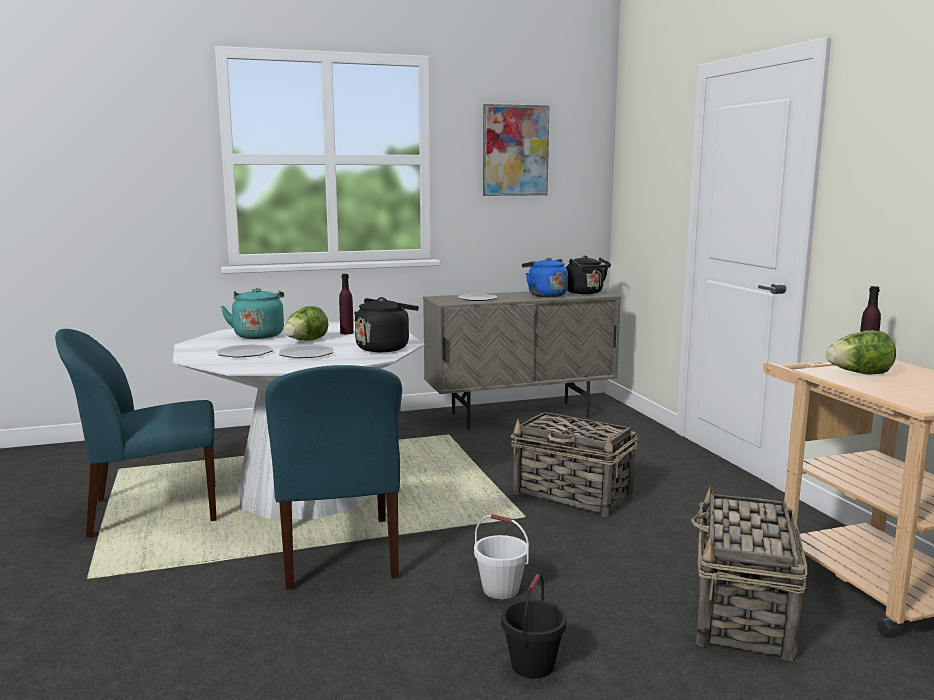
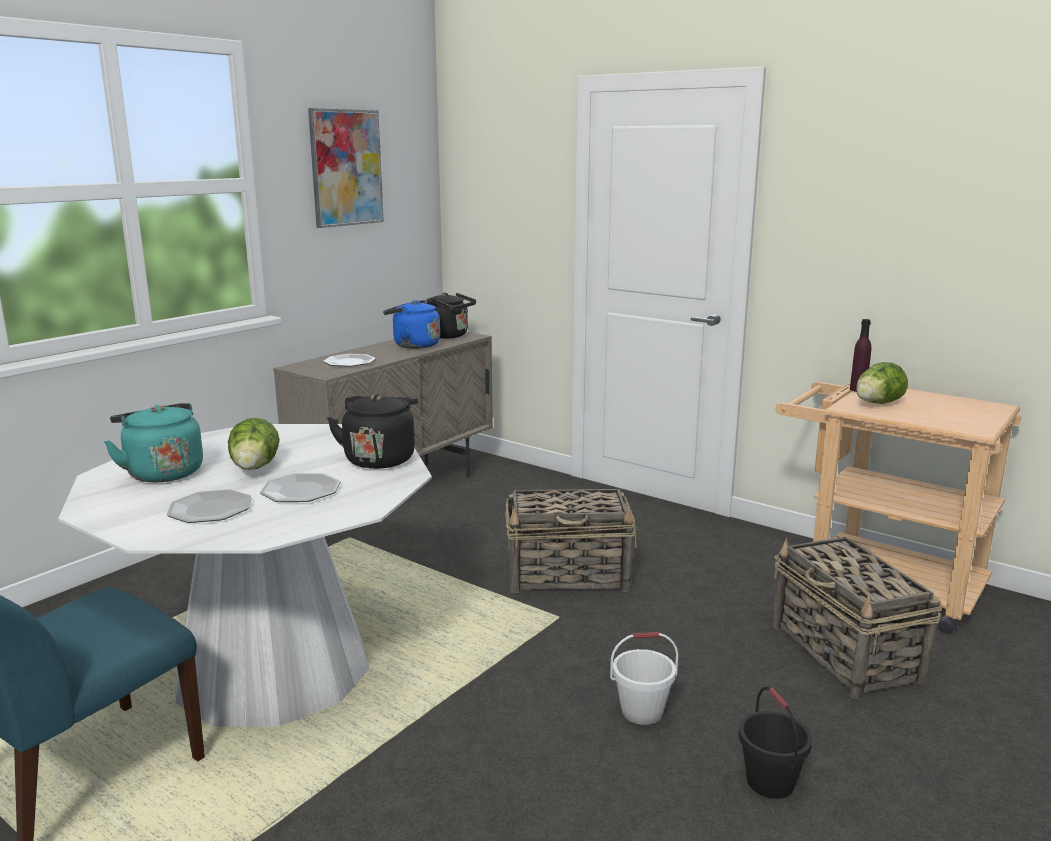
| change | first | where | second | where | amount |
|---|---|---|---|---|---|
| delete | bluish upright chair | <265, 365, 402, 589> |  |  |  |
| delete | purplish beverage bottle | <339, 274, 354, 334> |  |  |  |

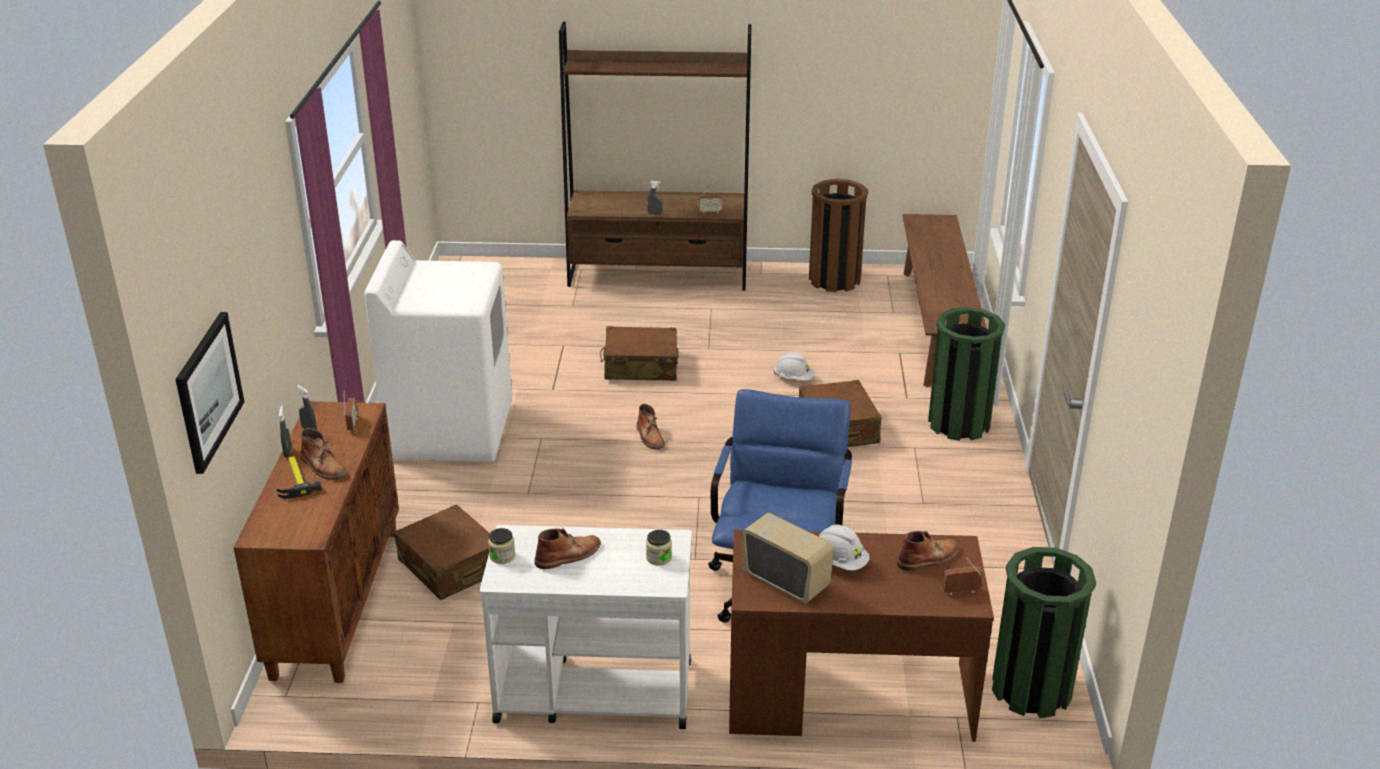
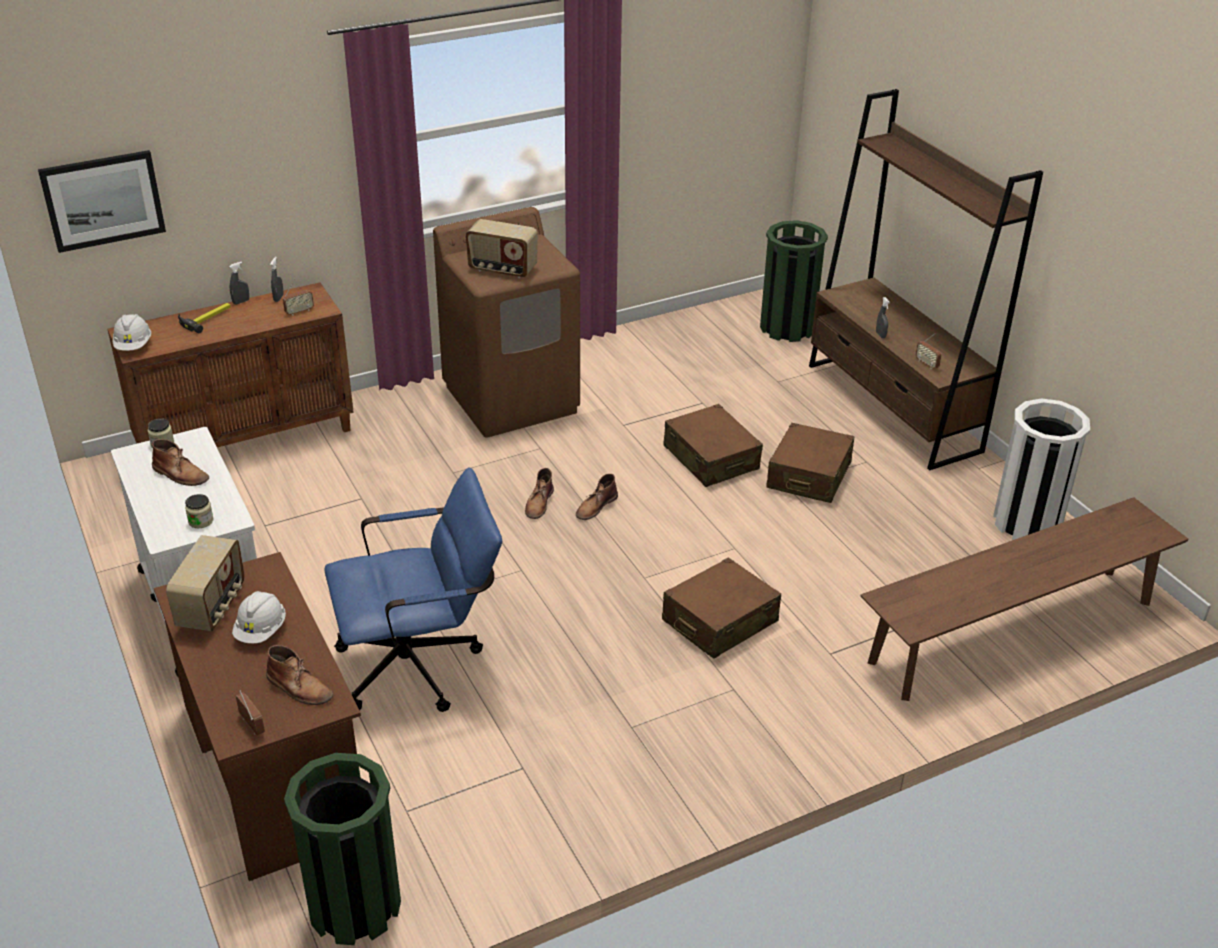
| change | first | where | second | where | amount |
|---|---|---|---|---|---|
| insert |  |  | radio receiver | <466, 219, 538, 278> |  |
| move | brown boot | <300, 428, 347, 480> |  | <525, 468, 554, 519> |  |
| move | brown suitcase | <394, 504, 490, 600> |  | <766, 423, 854, 503> |  |
| move | white-coloured hard hat | <773, 352, 814, 380> |  | <113, 314, 151, 351> |  |
| move | greenish trash can | <928, 307, 1005, 441> |  | <760, 220, 828, 342> |  |
| recolor | white-coloured laundry appliance | <365, 240, 512, 462> | brown laundry appliance | <433, 207, 580, 438> |  |
| recolor | brown trash can | <809, 179, 868, 292> | white-coloured trash can | <993, 399, 1090, 540> |  |

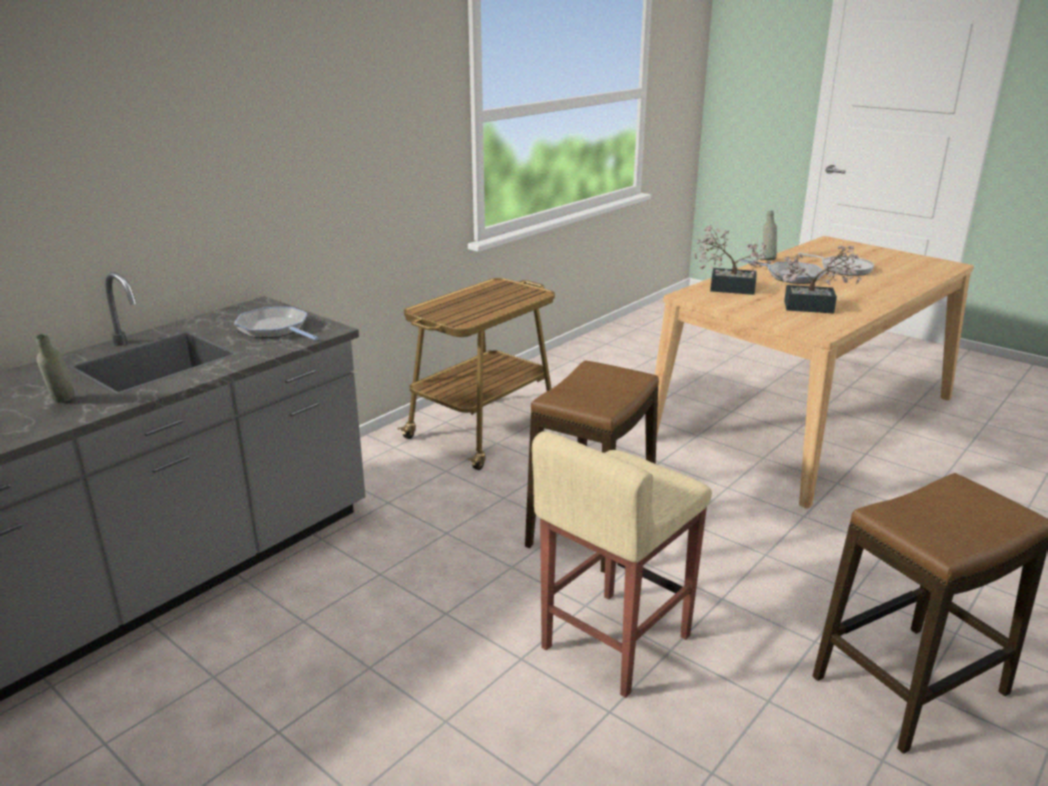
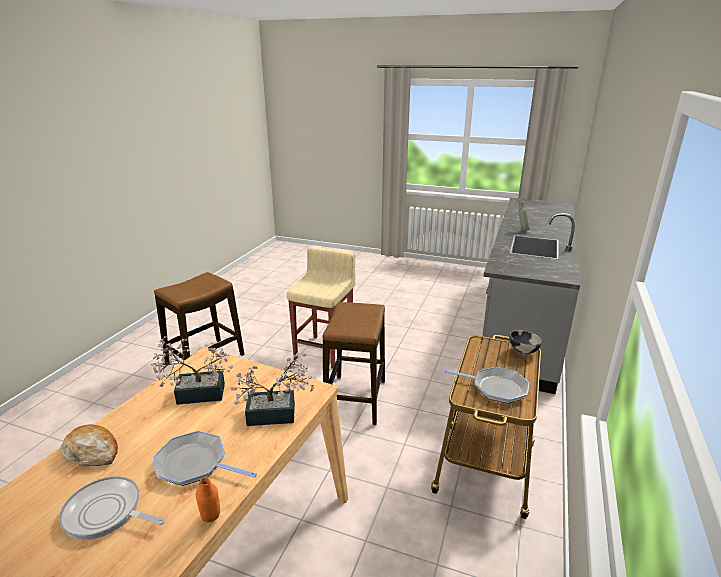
| change | first | where | second | where | amount |
|---|---|---|---|---|---|
| insert |  |  | bakery bread | <60, 424, 118, 466> |  |
| insert |  |  | bowl | <509, 330, 542, 354> |  |
| move | skillet | <234, 307, 319, 340> |  | <444, 367, 529, 403> |  |
| recolor | greyish beverage bottle | <763, 211, 777, 260> | orange-coloured beverage bottle | <196, 477, 220, 522> |  |

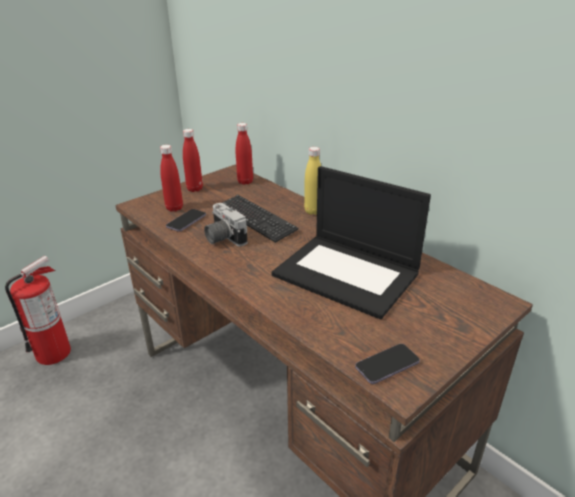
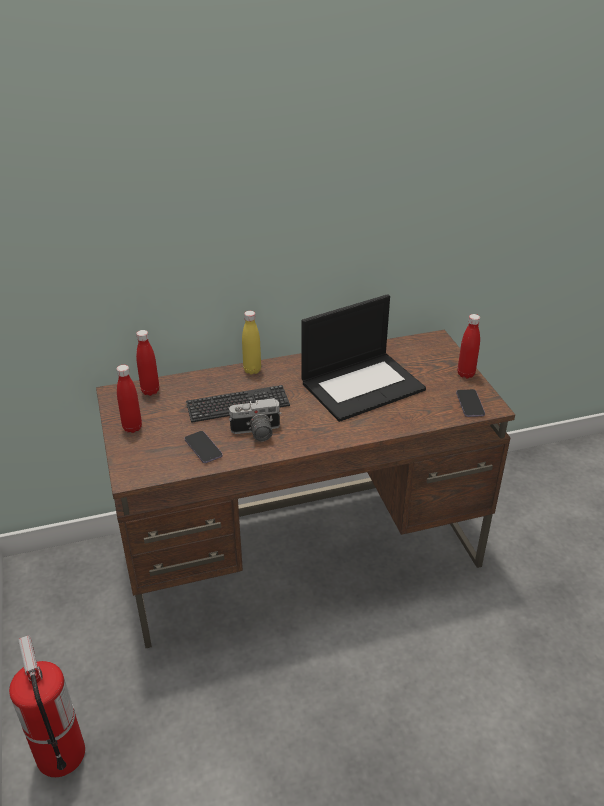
| change | first | where | second | where | amount |
|---|---|---|---|---|---|
| move | red-coloured beverage bottle | <160, 145, 183, 212> |  | <457, 314, 480, 378> |  |

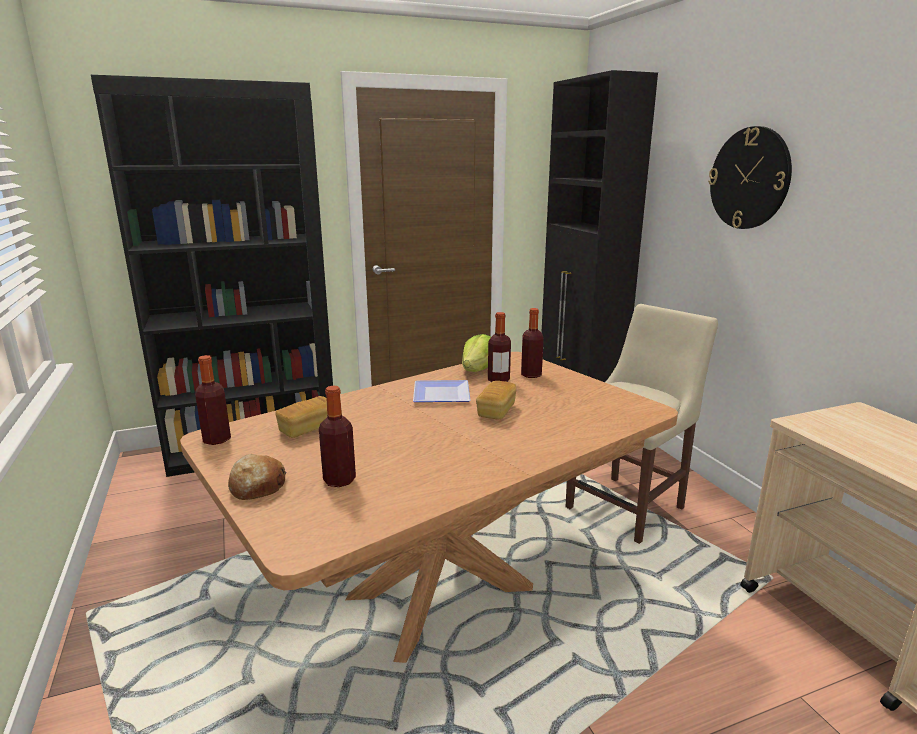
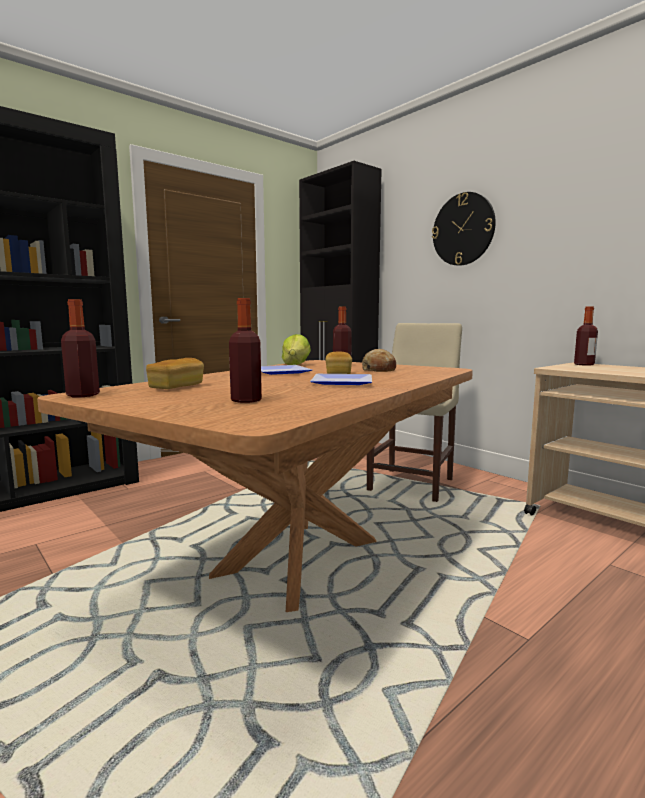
| change | first | where | second | where | amount |
|---|---|---|---|---|---|
| insert |  |  | plate | <310, 374, 372, 385> |  |
| move | bakery bread | <228, 454, 287, 500> |  | <362, 349, 396, 372> |  |
| move | beverage bottle | <488, 312, 511, 382> |  | <574, 306, 598, 366> |  |

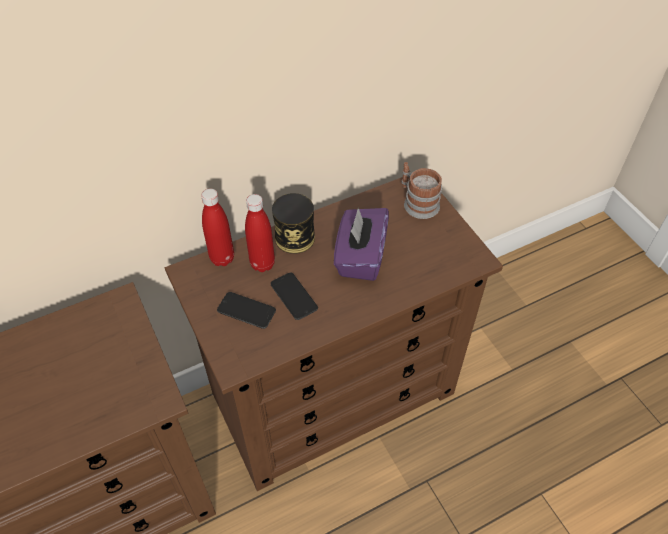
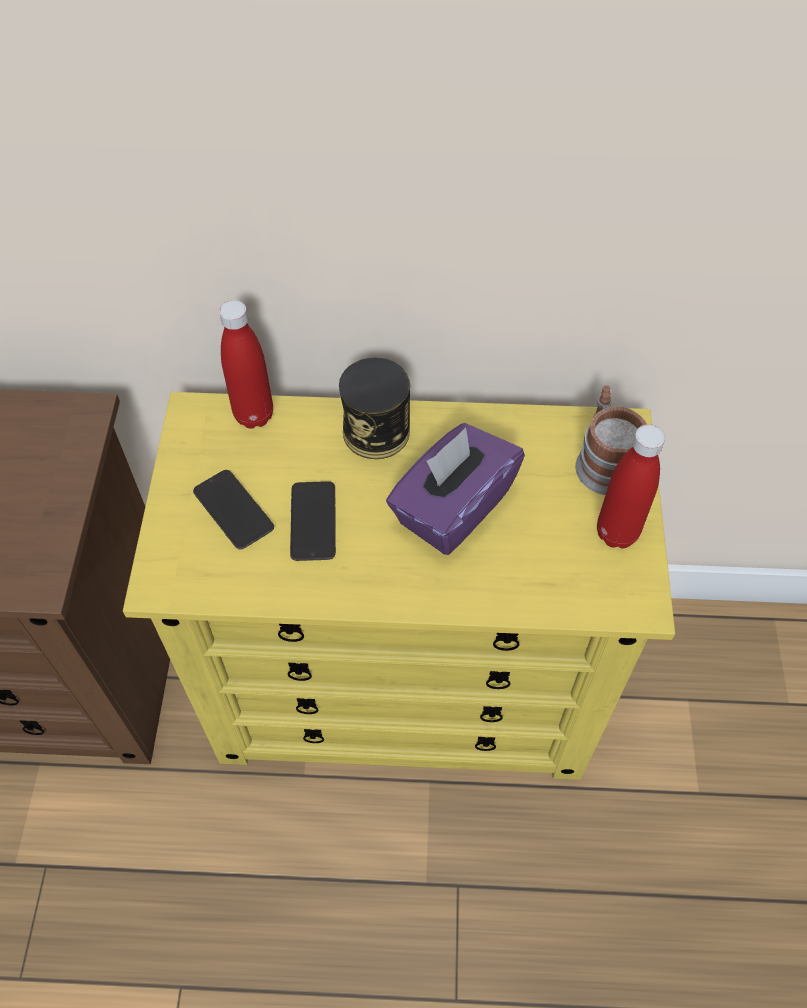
| change | first | where | second | where | amount |
|---|---|---|---|---|---|
| move | red-coloured beverage bottle | <245, 194, 275, 272> |  | <597, 424, 665, 549> |  |
| recolor | brown chest of drawers | <165, 177, 503, 491> | yellowish chest of drawers | <123, 392, 675, 780> |  |

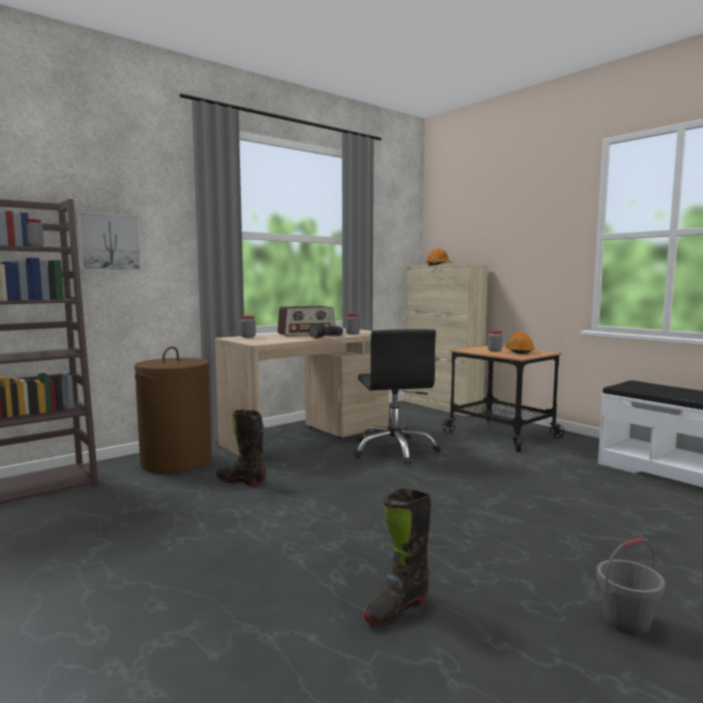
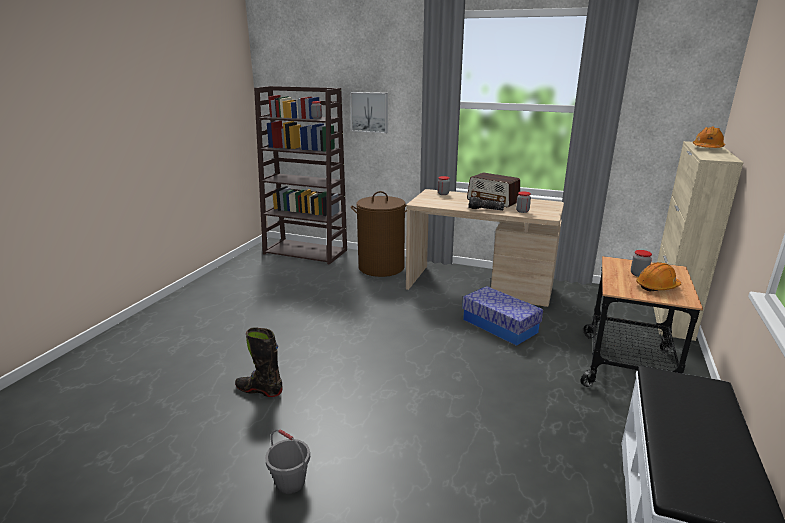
| change | first | where | second | where | amount |
|---|---|---|---|---|---|
| delete | black boot | <216, 410, 266, 485> |  |  |  |
| replace | black computer chair | <354, 329, 441, 465> | storage box | <462, 286, 543, 346> |  |

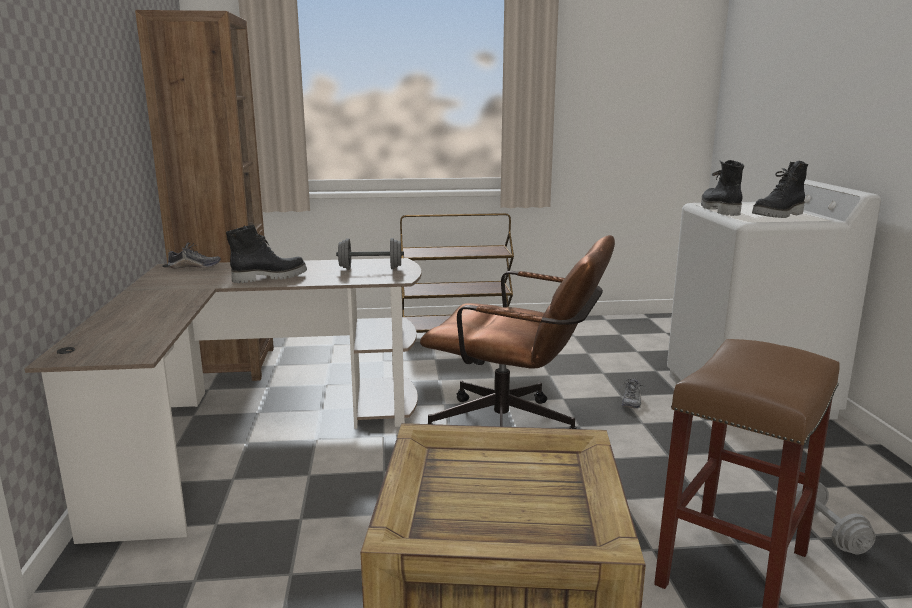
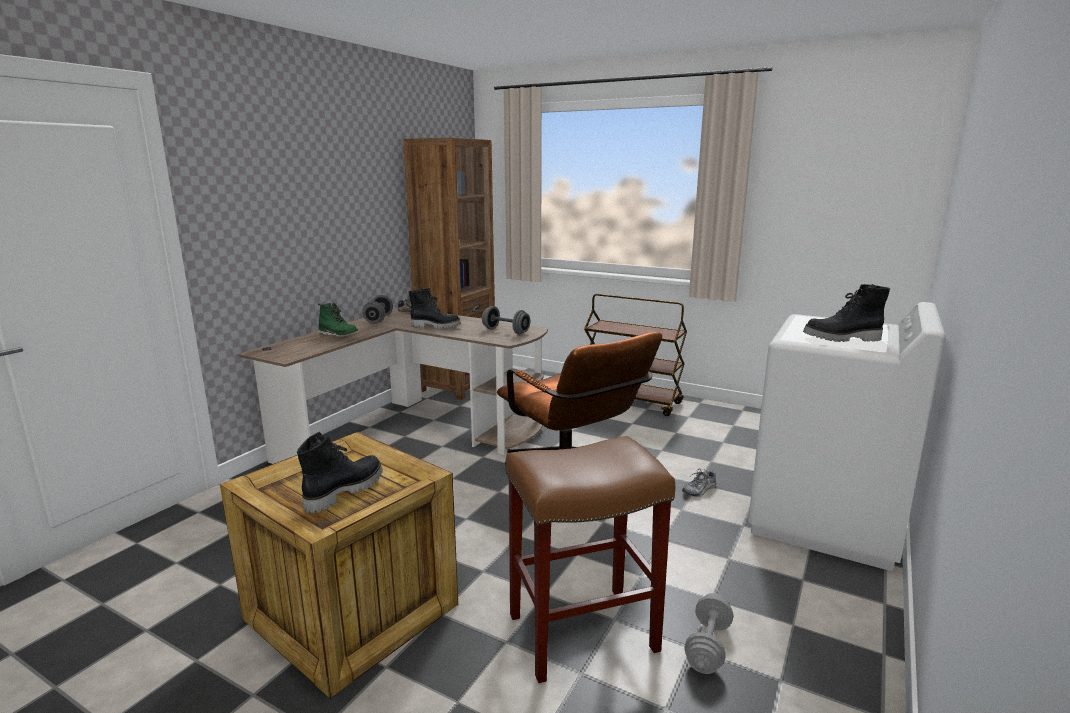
| change | first | where | second | where | amount |
|---|---|---|---|---|---|
| insert |  |  | greenish boot | <318, 303, 358, 337> |  |
| insert |  |  | greyish hand weight | <362, 295, 393, 324> |  |
| move | black boot | <701, 160, 744, 216> |  | <297, 432, 383, 513> |  |

